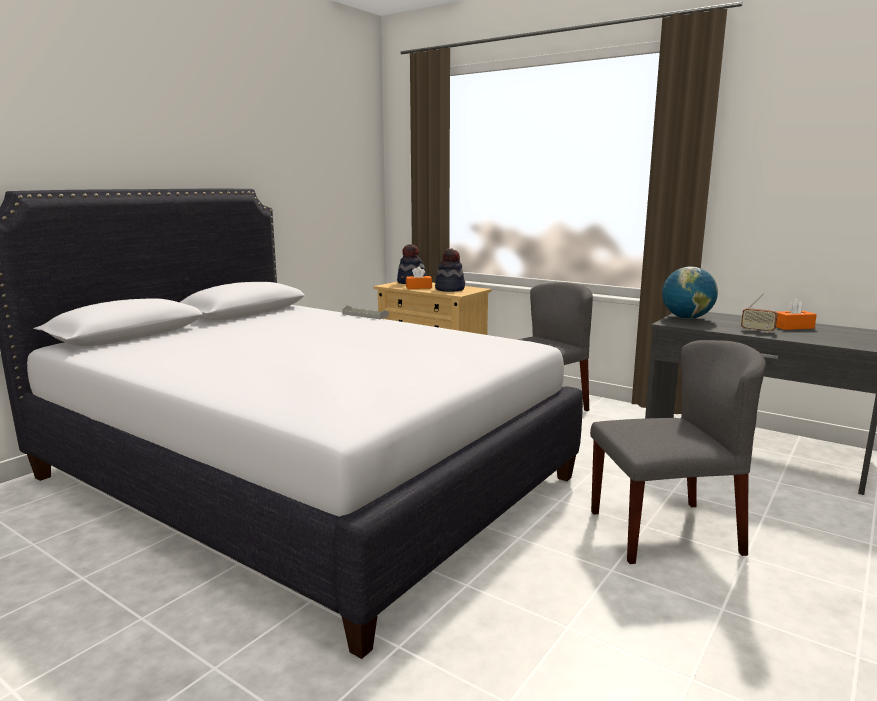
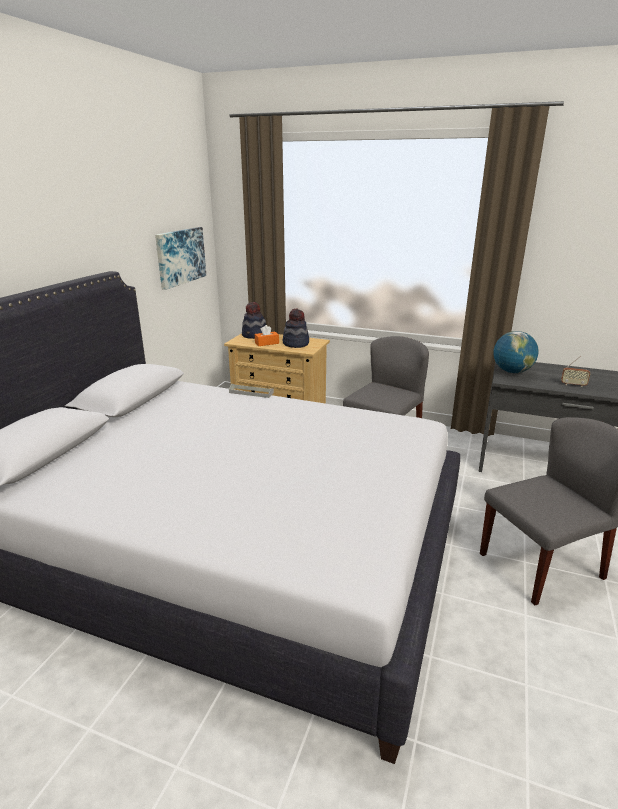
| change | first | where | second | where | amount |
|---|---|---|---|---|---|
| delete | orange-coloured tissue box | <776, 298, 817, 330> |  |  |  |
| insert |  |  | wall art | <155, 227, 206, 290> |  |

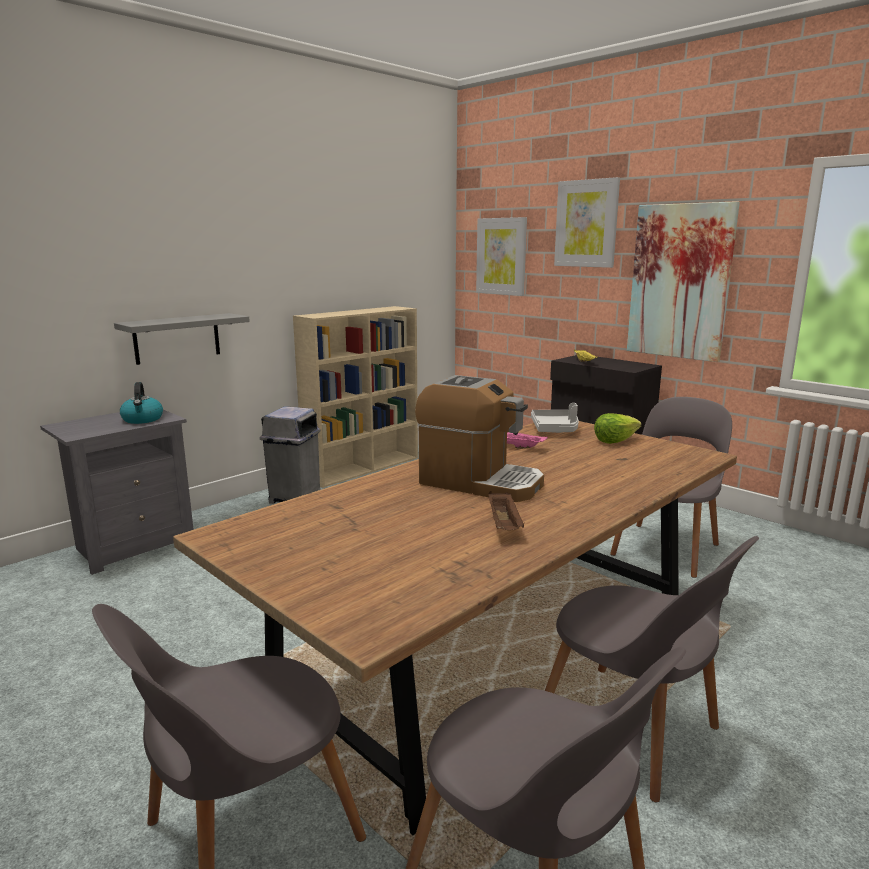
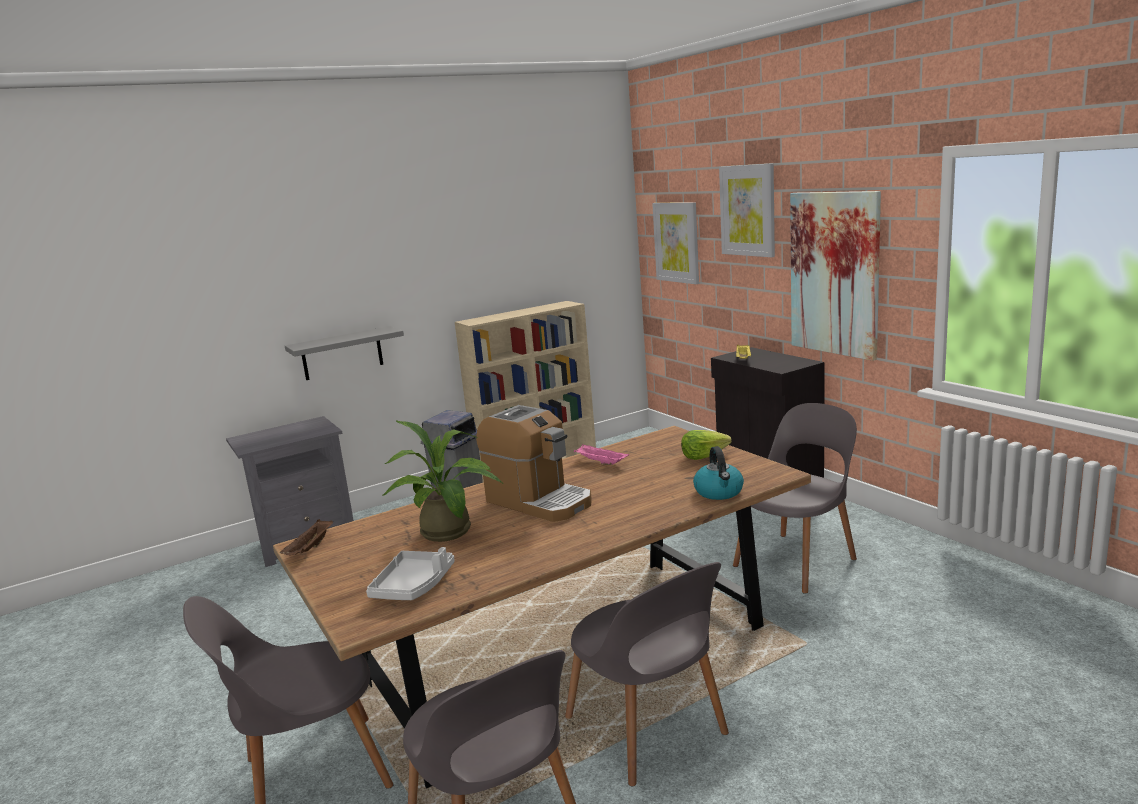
| change | first | where | second | where | amount |
|---|---|---|---|---|---|
| insert |  |  | potted plant | <383, 420, 502, 542> |  |
| move | kettle | <120, 382, 163, 424> |  | <693, 446, 744, 500> |  |
| move | brown serving tray | <488, 491, 524, 530> |  | <280, 519, 333, 555> |  |
| move | greyish serving tray | <531, 403, 579, 433> |  | <366, 547, 455, 600> |  |

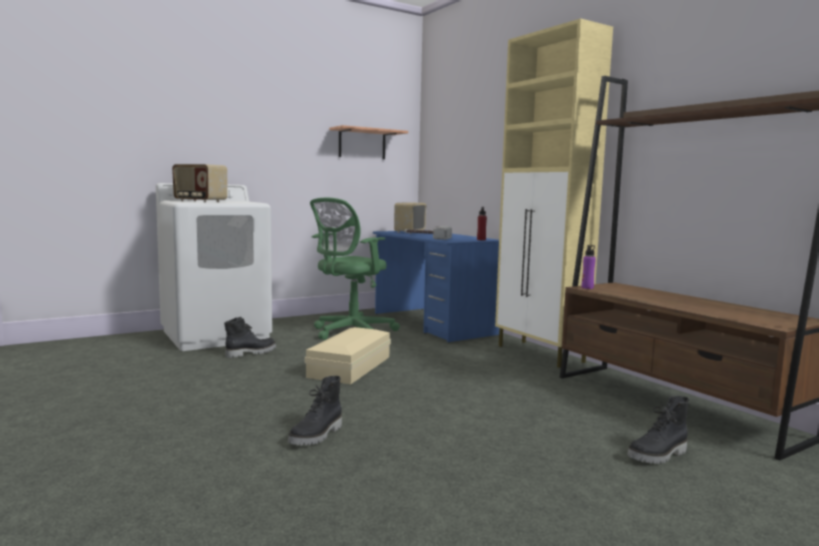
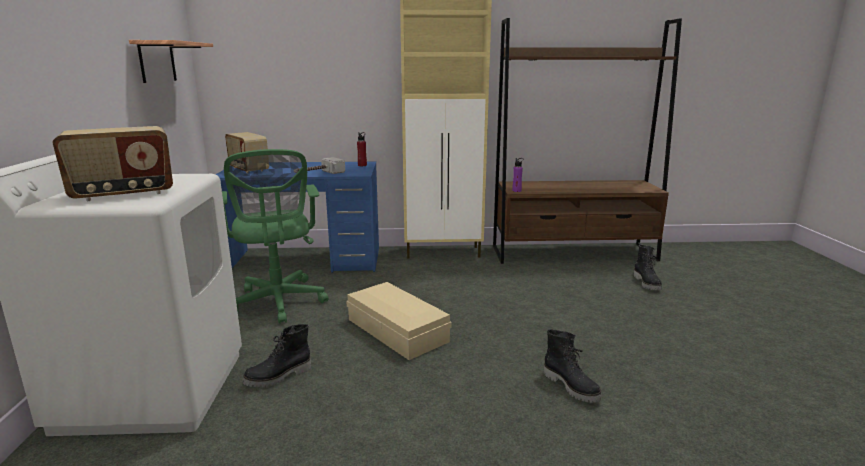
| change | first | where | second | where | amount |
|---|---|---|---|---|---|
| rotate | black boot | <224, 317, 276, 358> |  | <242, 324, 311, 387> | 120 degrees counterclockwise |

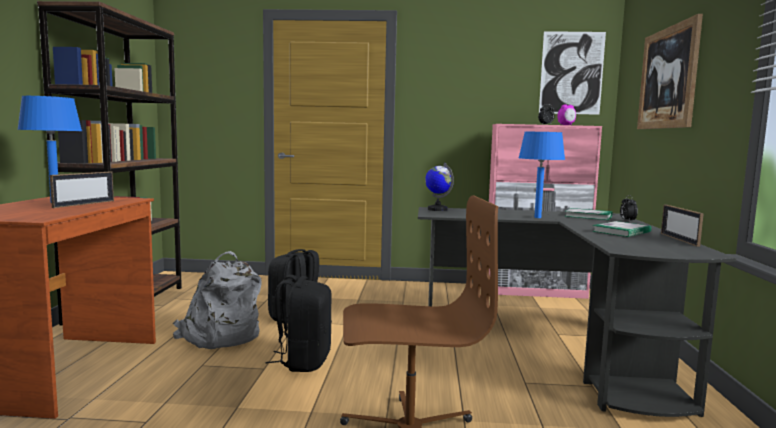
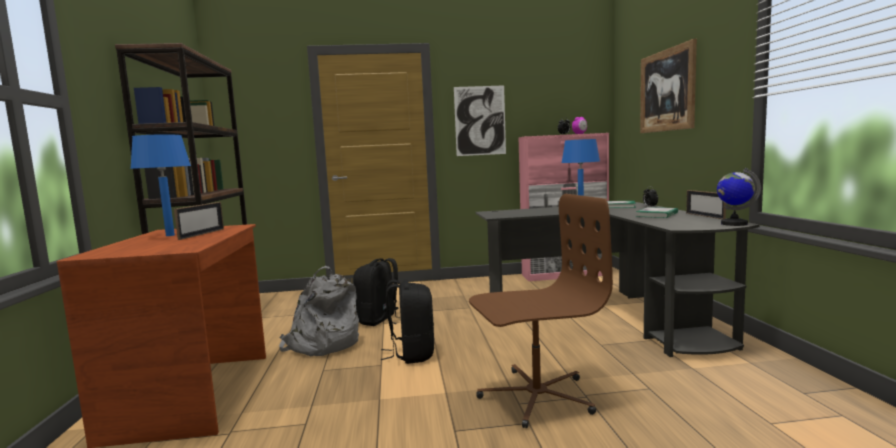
| change | first | where | second | where | amount |
|---|---|---|---|---|---|
| move | desk globe | <425, 163, 454, 211> |  | <717, 168, 761, 226> |  |
| move | wall art | <539, 31, 606, 115> |  | <454, 85, 506, 156> |  |

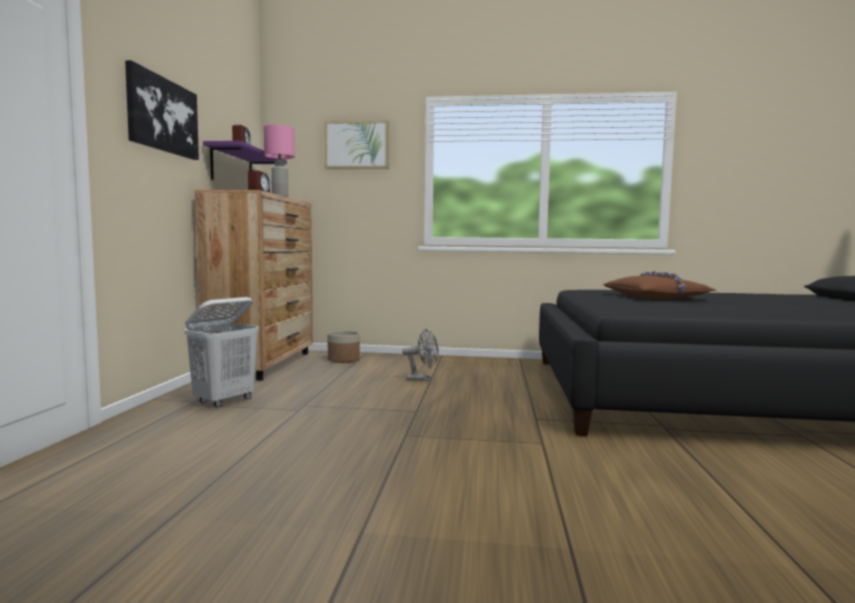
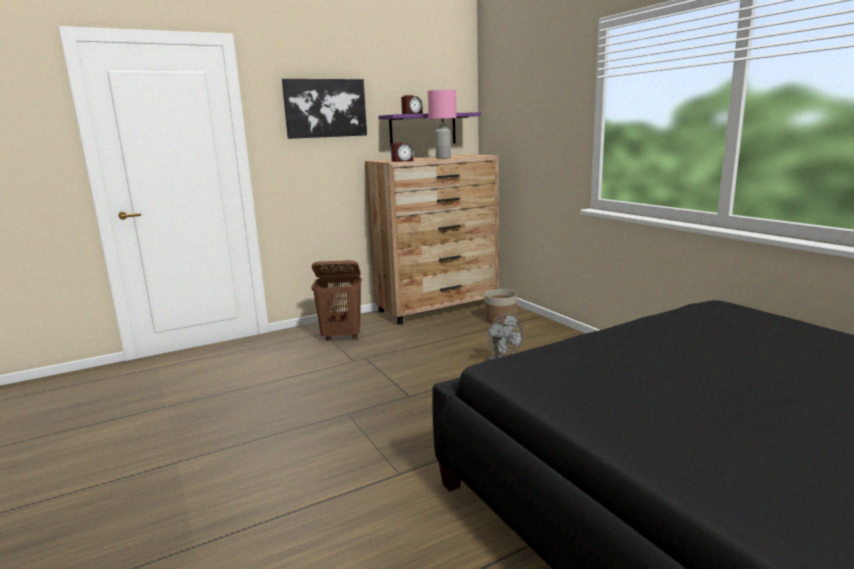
| change | first | where | second | where | amount |
|---|---|---|---|---|---|
| delete | wall art | <324, 120, 389, 169> |  |  |  |
| delete | brown pillow | <603, 271, 717, 299> |  |  |  |
| recolor | white-coloured laundry basket | <185, 297, 258, 407> | brown laundry basket | <311, 260, 362, 341> |  |

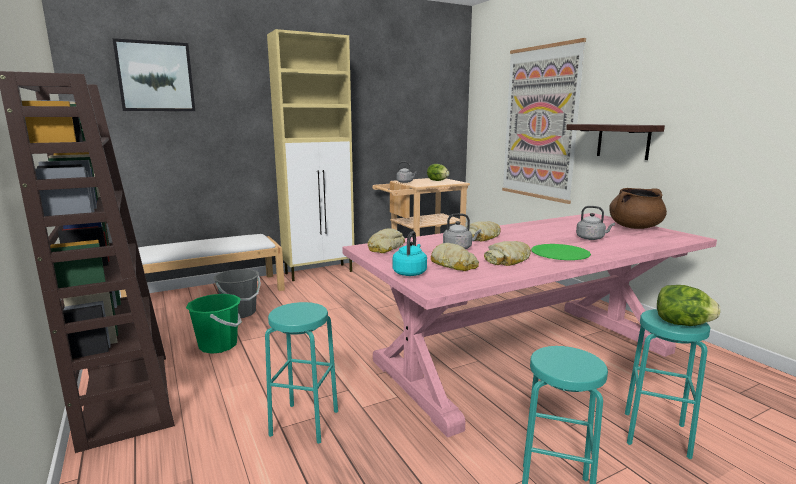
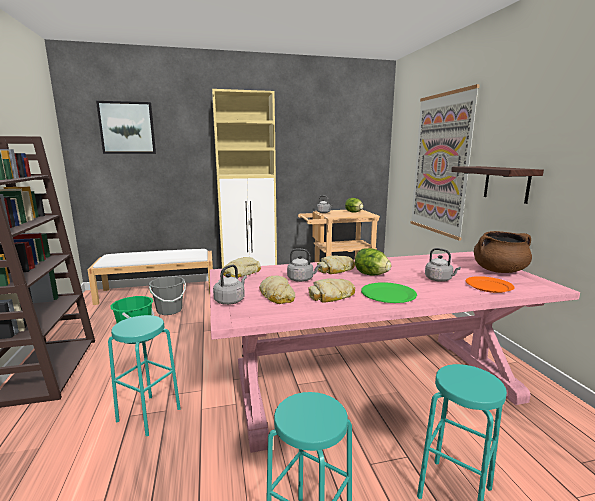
| change | first | where | second | where | amount |
|---|---|---|---|---|---|
| insert |  |  | orange-coloured plate | <465, 276, 514, 293> |  |
| move | lettuce | <657, 285, 721, 326> |  | <355, 248, 391, 276> |  |
| recolor | turquoise kettle | <392, 231, 427, 276> | greyish kettle | <213, 265, 247, 305> |  |

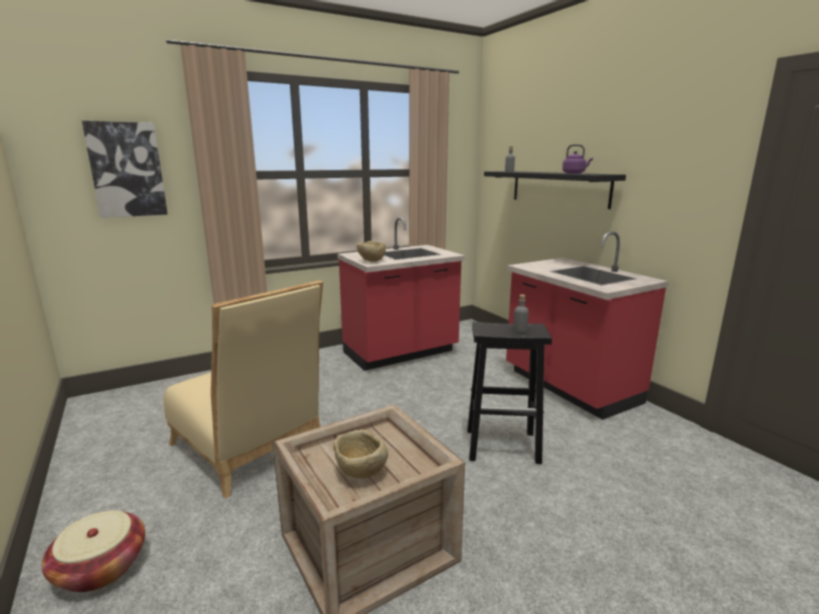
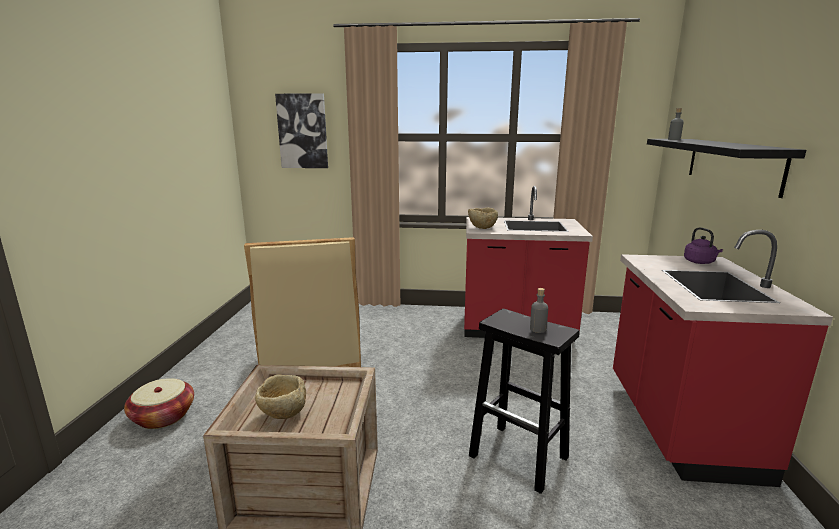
| change | first | where | second | where | amount |
|---|---|---|---|---|---|
| move | purplish kettle | <562, 144, 593, 174> |  | <684, 227, 723, 264> |  |

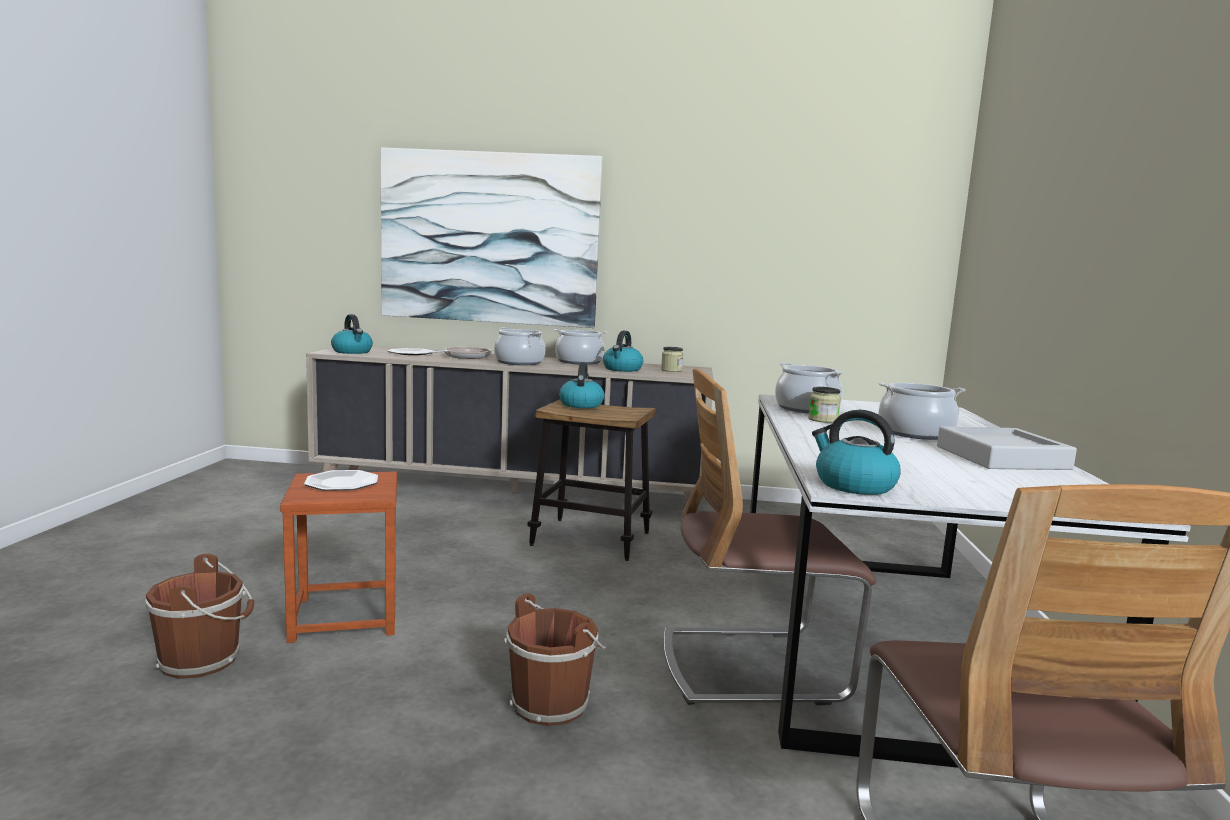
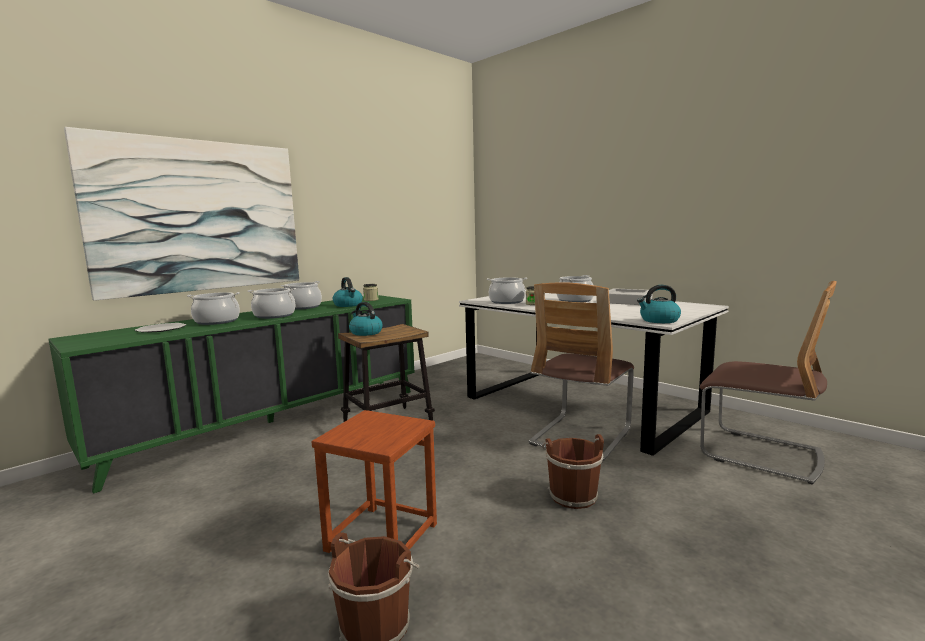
| change | first | where | second | where | amount |
|---|---|---|---|---|---|
| delete | plate | <304, 470, 378, 491> |  |  |  |
| delete | kettle | <331, 314, 373, 354> |  |  |  |
| replace | skillet | <429, 347, 491, 359> | cooking pot | <187, 292, 240, 325> |  |
| recolor | beige-coloured cabinet | <306, 346, 714, 512> | greenish cabinet | <49, 295, 415, 494> |  |

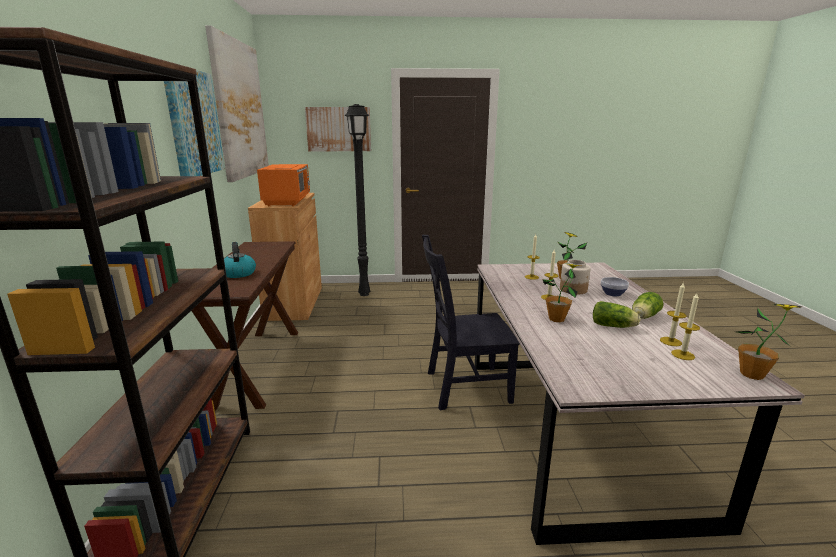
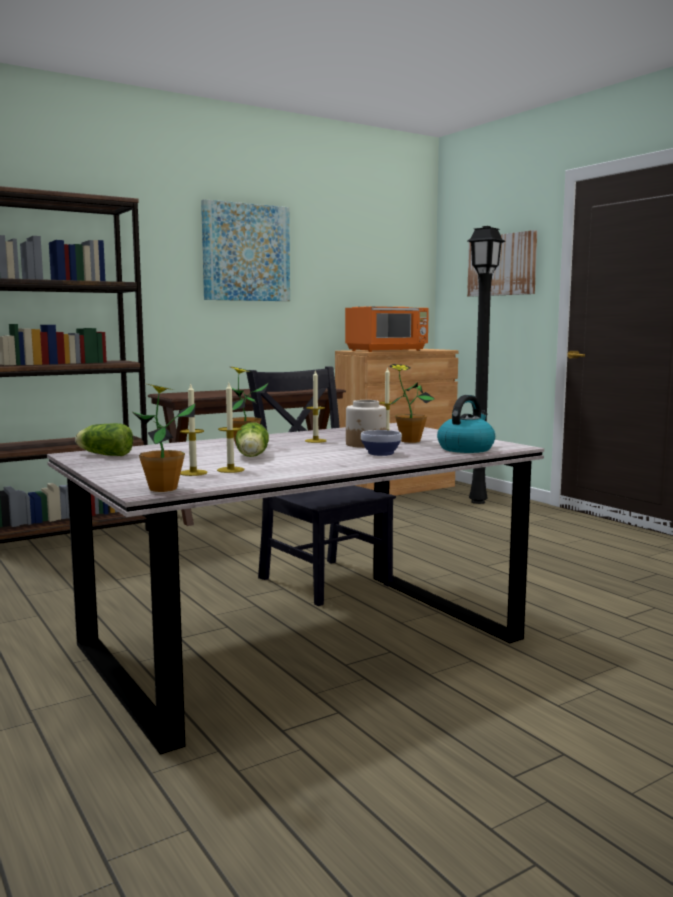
| change | first | where | second | where | amount |
|---|---|---|---|---|---|
| delete | wall art | <205, 25, 269, 182> |  |  |  |
| move | kettle | <224, 242, 256, 278> |  | <437, 395, 495, 453> |  |
| move | lettuce | <632, 292, 664, 319> |  | <75, 423, 133, 456> |  |

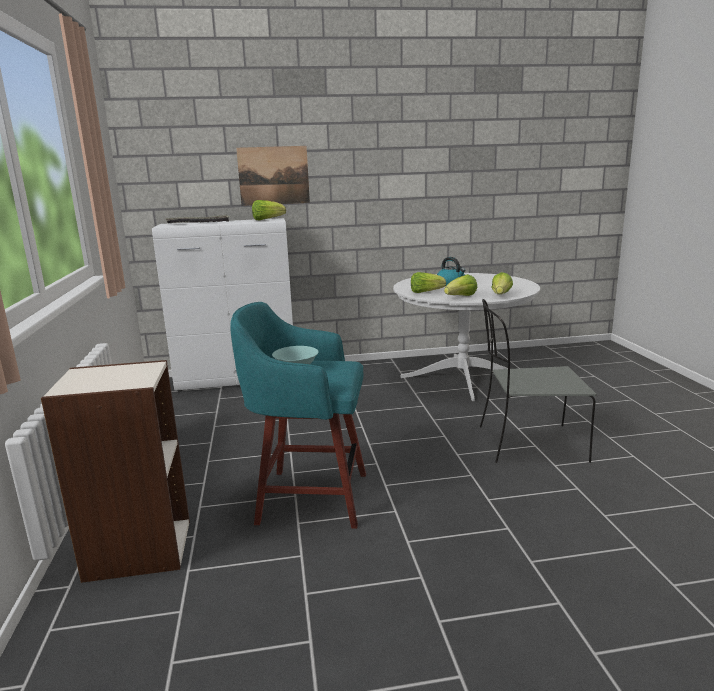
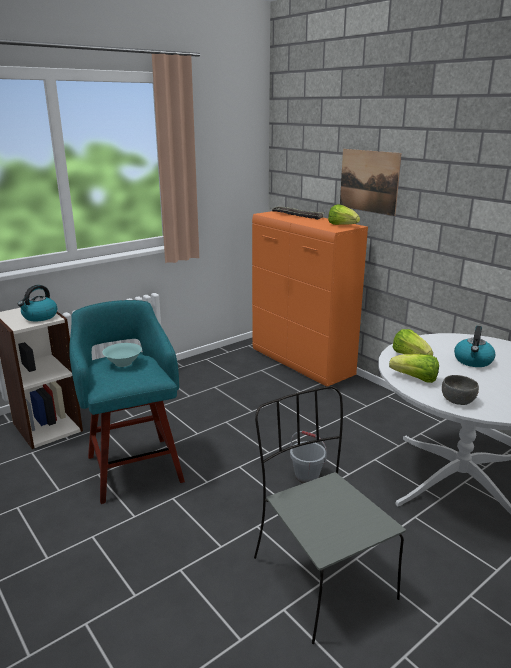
| change | first | where | second | where | amount |
|---|---|---|---|---|---|
| insert |  |  | kettle | <18, 285, 57, 321> |  |
| insert |  |  | greyish pail | <290, 431, 327, 483> |  |
| replace | lettuce | <491, 272, 513, 294> | greyish bowl | <442, 375, 479, 405> |  |
| recolor | white-coloured cabinet | <152, 218, 293, 392> | orange-coloured cabinet | <252, 211, 368, 387> |  |

